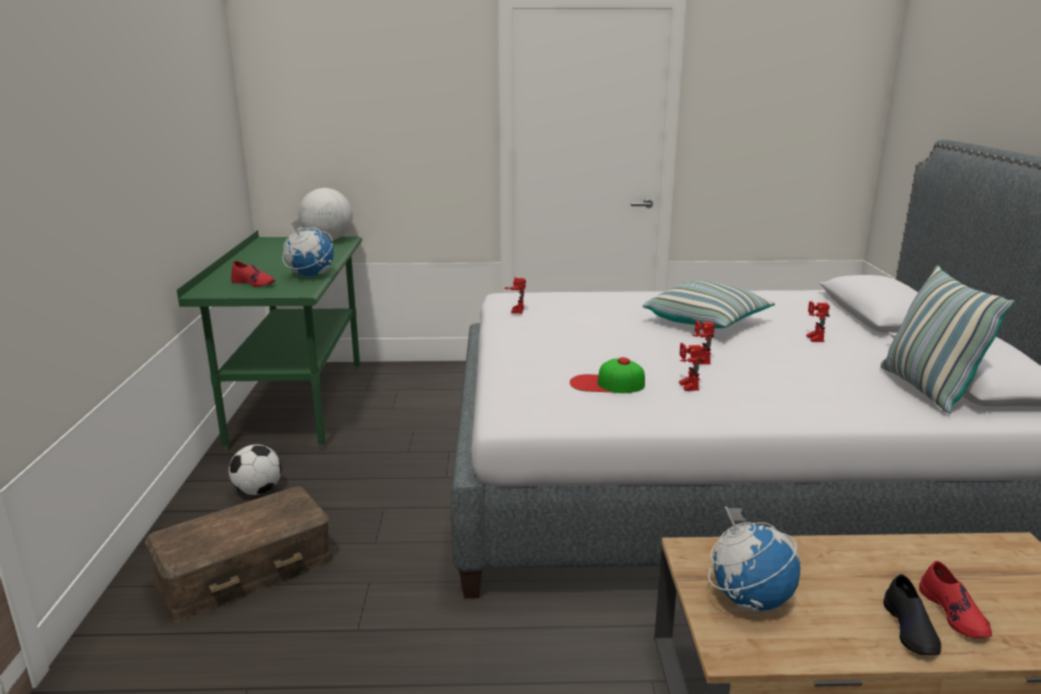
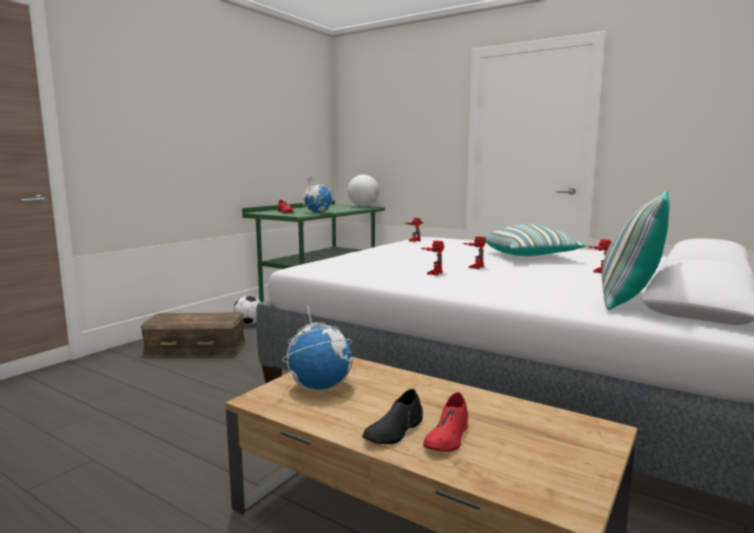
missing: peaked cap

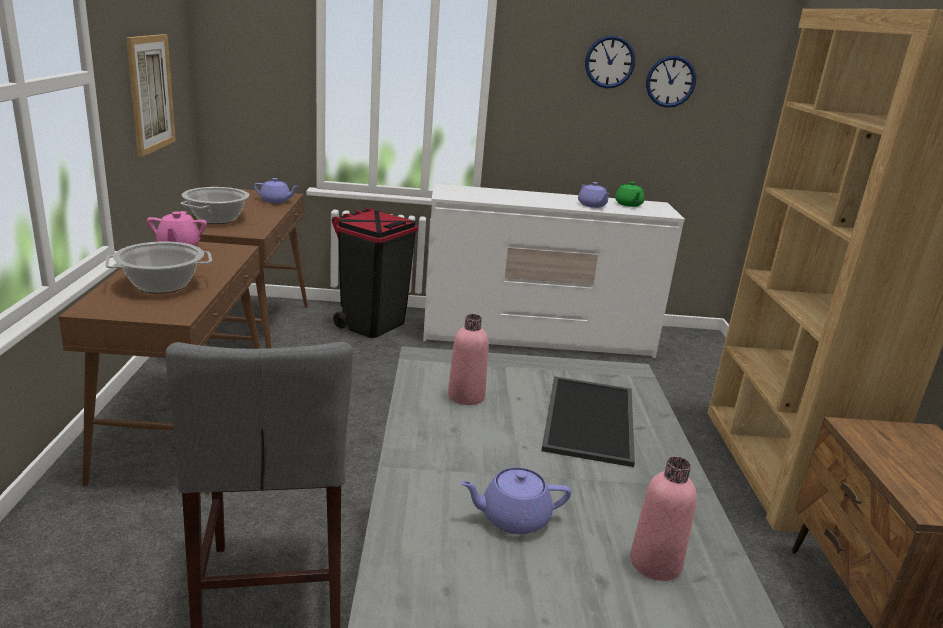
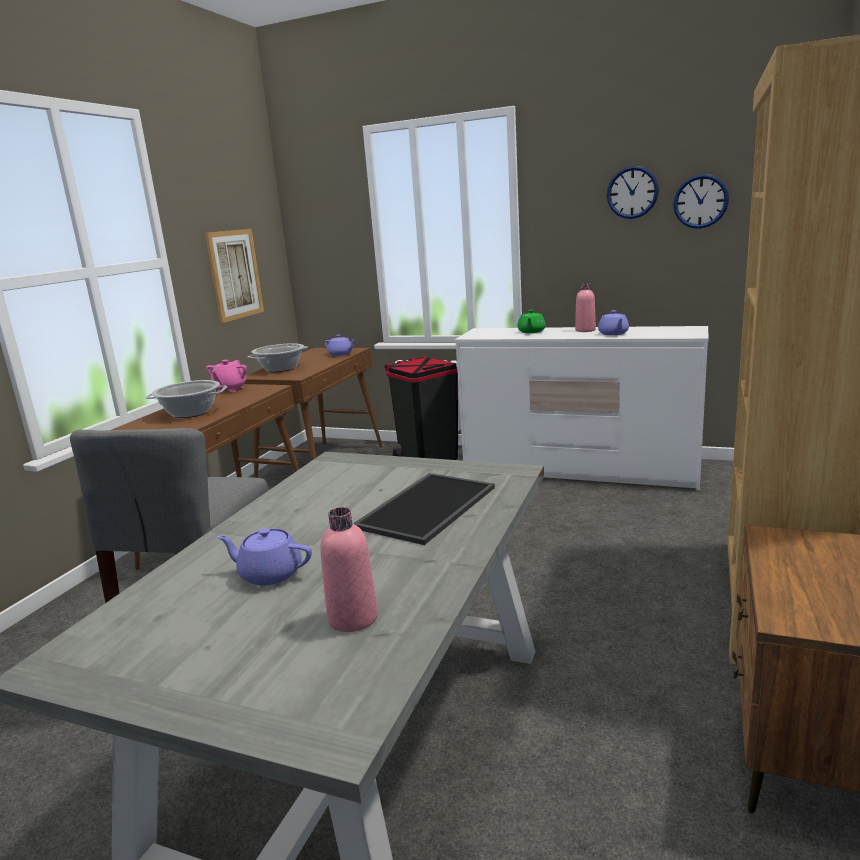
relocated: green pot for tea; pinkish bottle (no. 1 from left in the first image) to pinkish bottle (no. 2 from left)

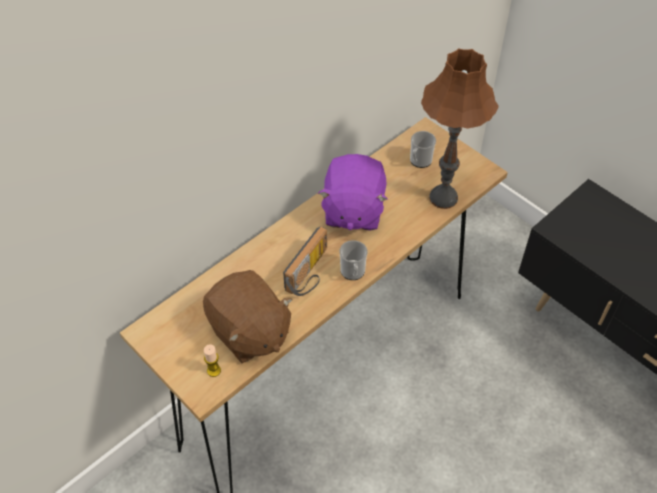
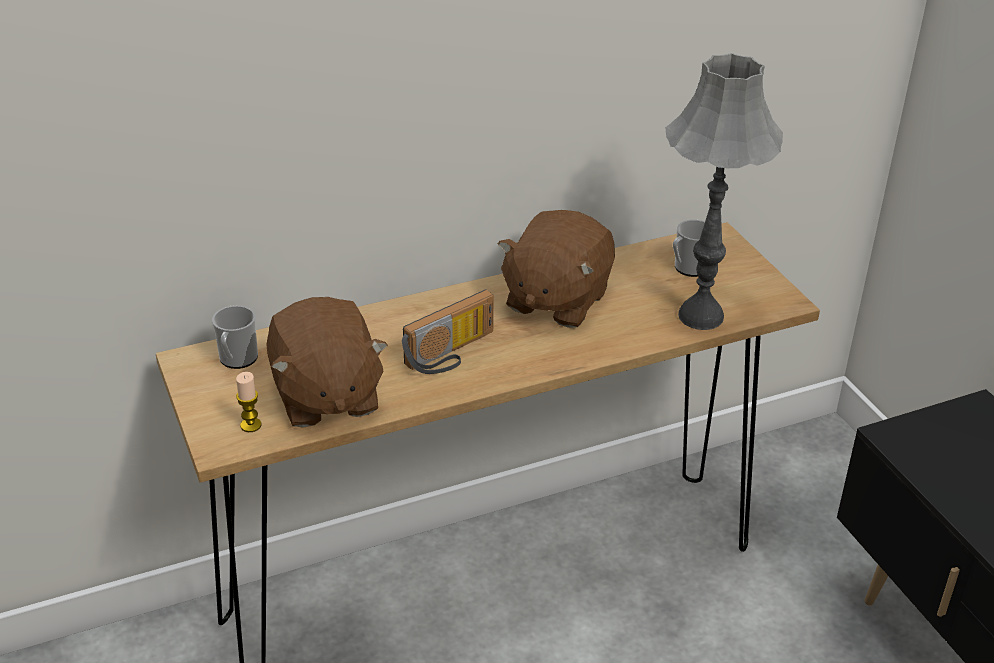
relocated: mug (no. 1 from left)
colour: brown tabletop lamp to grey tabletop lamp; purple soft toy to brown soft toy (no. 2 from left)

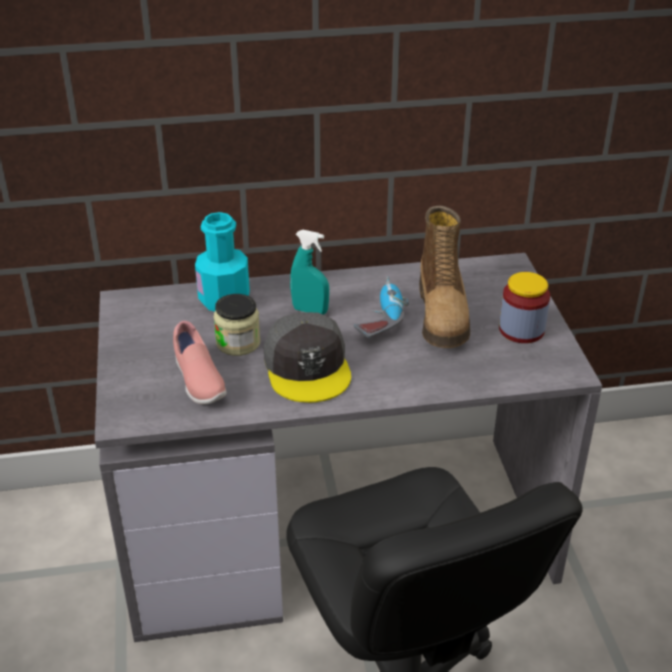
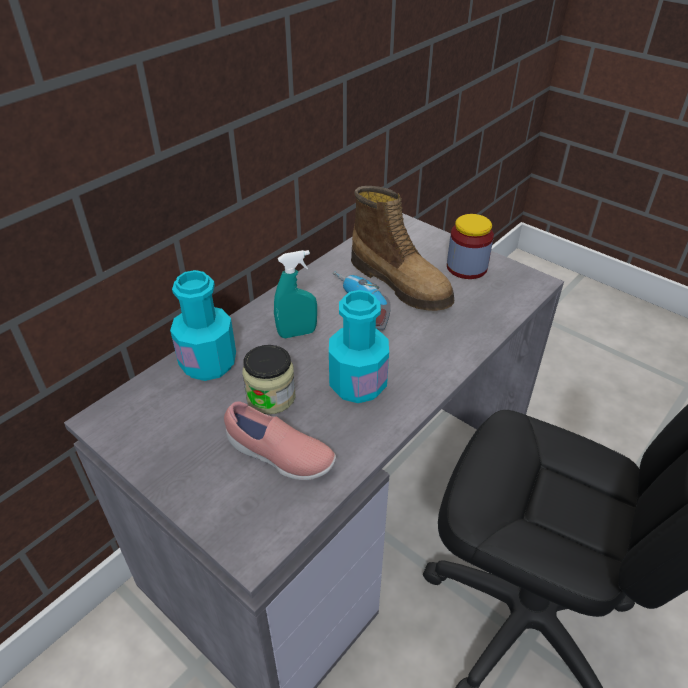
exchanged: grey peaked cap to turquoise bottle (no. 2 from left)

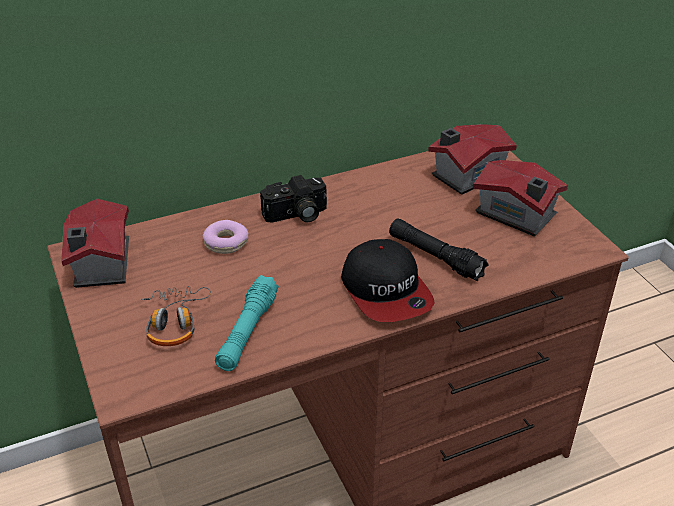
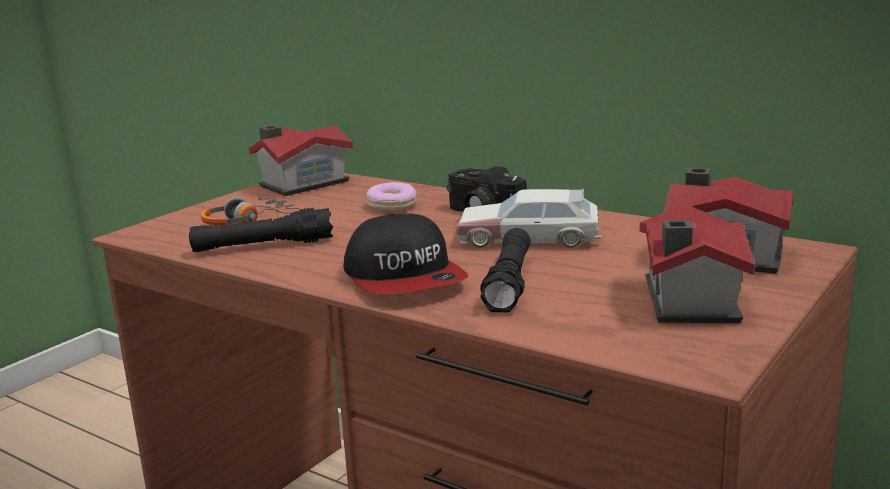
appeared: toy car
colour: turquoise hand torch to blackish hand torch (no. 1 from left)
spun: peaked cap 60 degrees counterclockwise

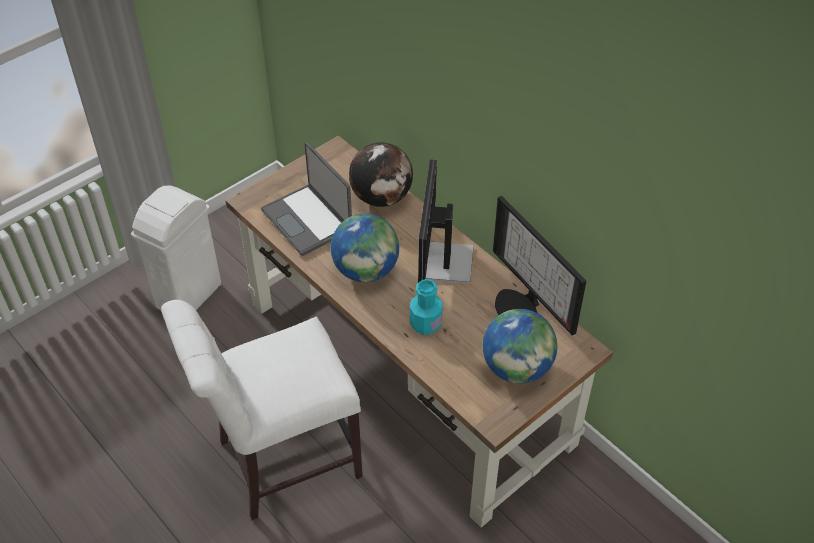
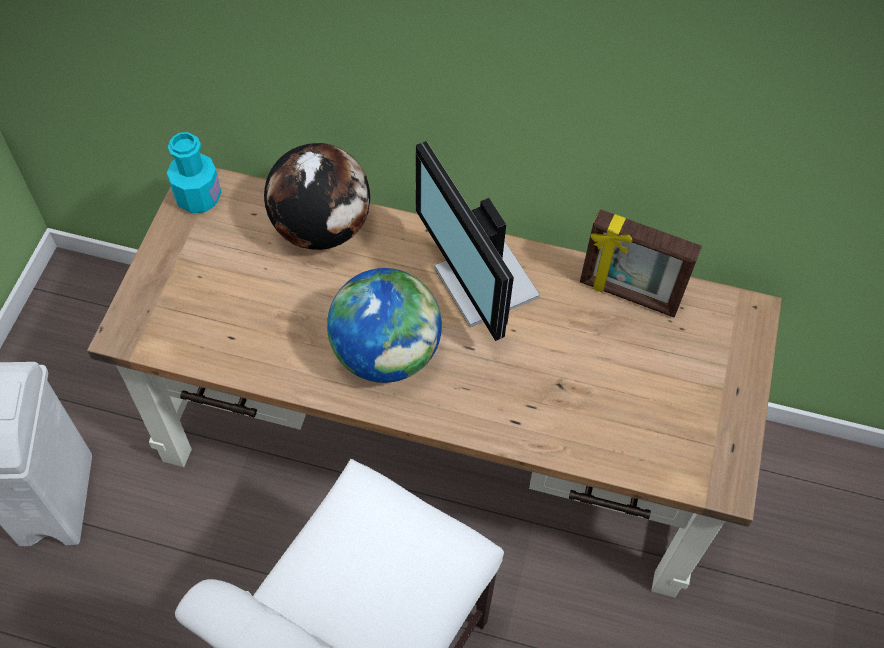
missing: portable computer; world globe (no. 3 from left)
relocated: turquoise bottle
exchanged: monitor (no. 2 from left) to photo frame

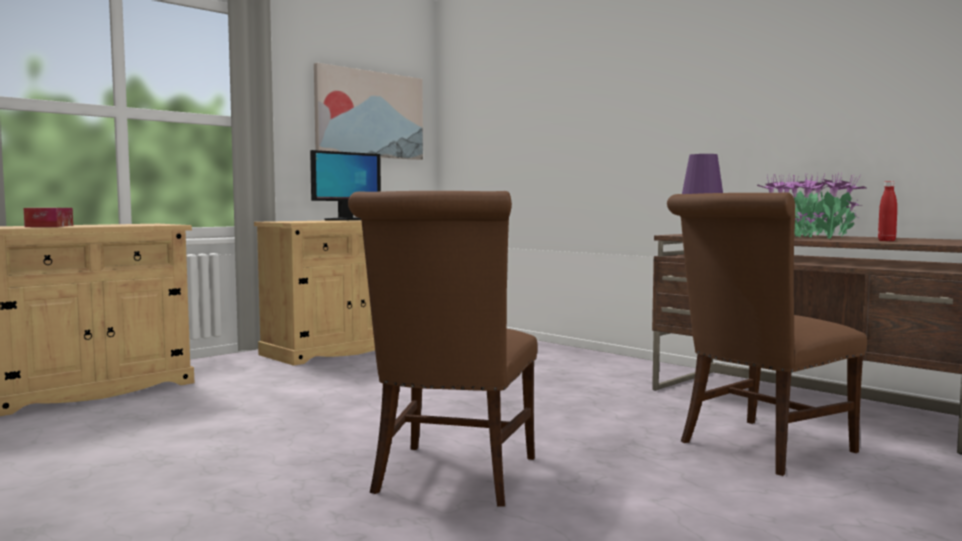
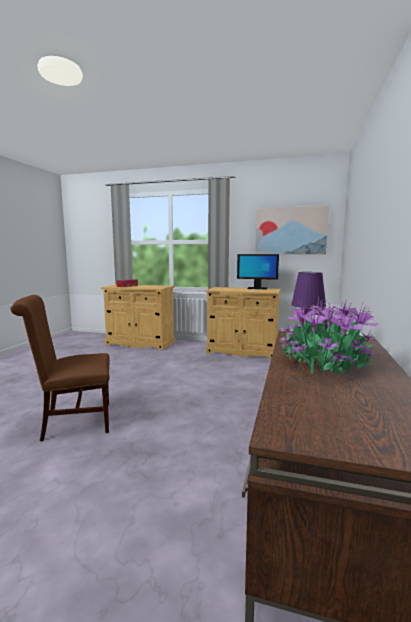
missing: red-coloured bottle; brown upright chair (no. 2 from left)

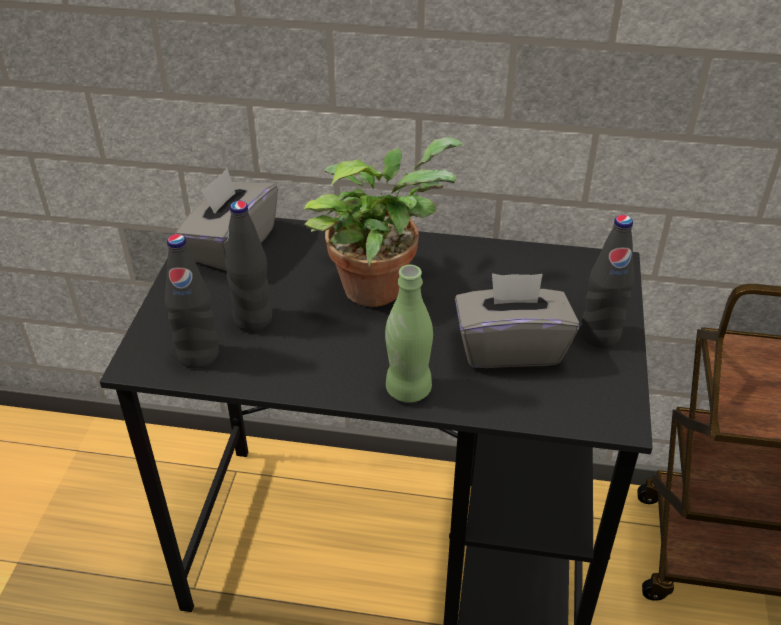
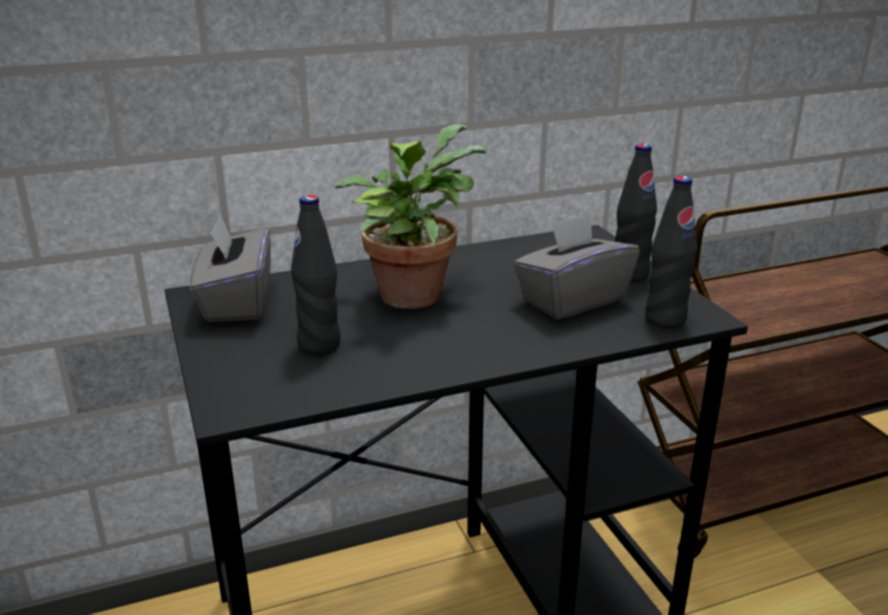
missing: green bottle
relocated: blackish bottle (no. 1 from left in the first image) to blackish bottle (no. 3 from left)

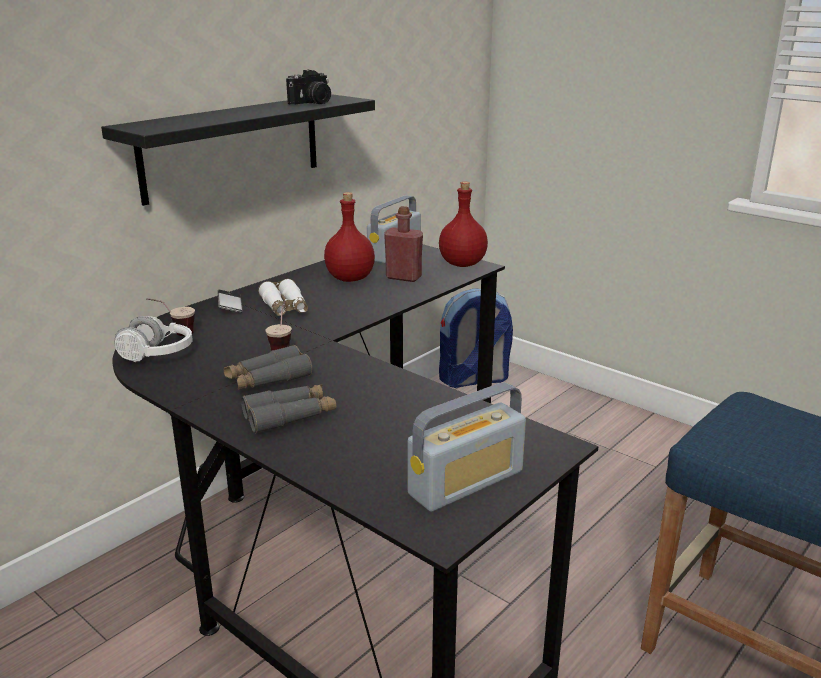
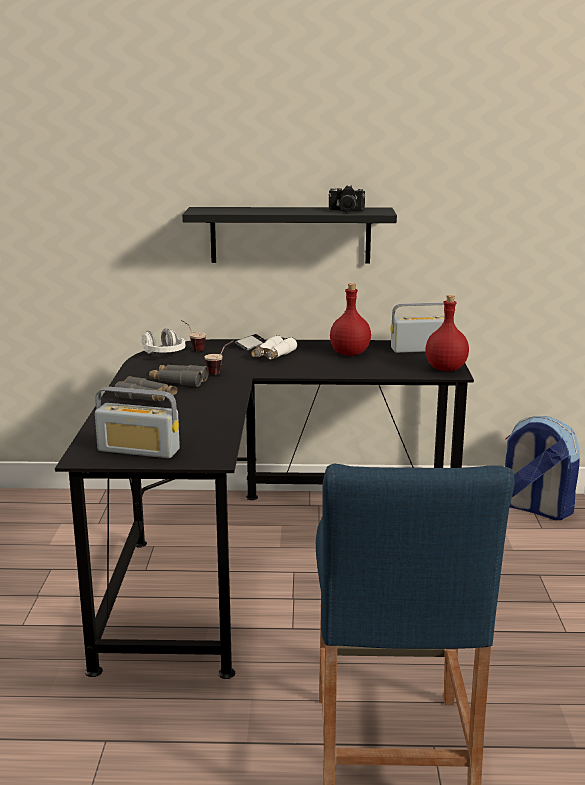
missing: red-coloured bottle (no. 2 from left)

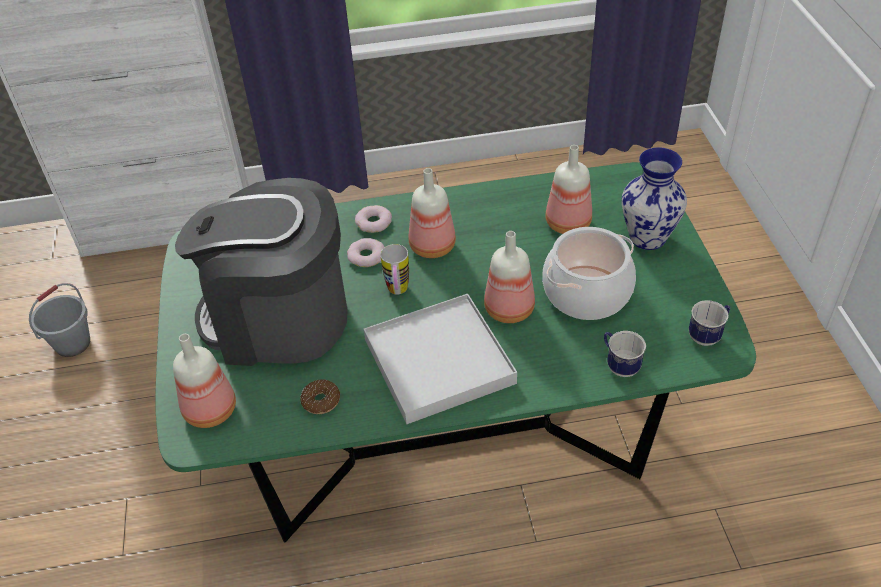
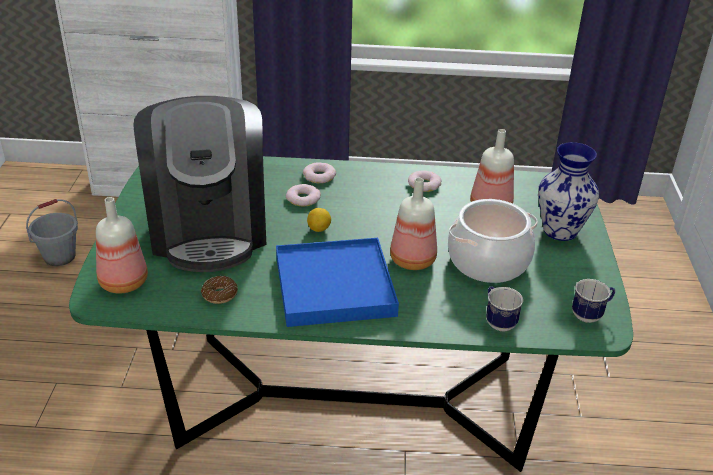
missing: bottle (no. 2 from left)
appeared: ring doughnut (no. 4 from left)
exchanged: mug (no. 1 from left) to whole lemon
colour: whitish carrying tray to bluish carrying tray
spun: coffee machine 120 degrees counterclockwise

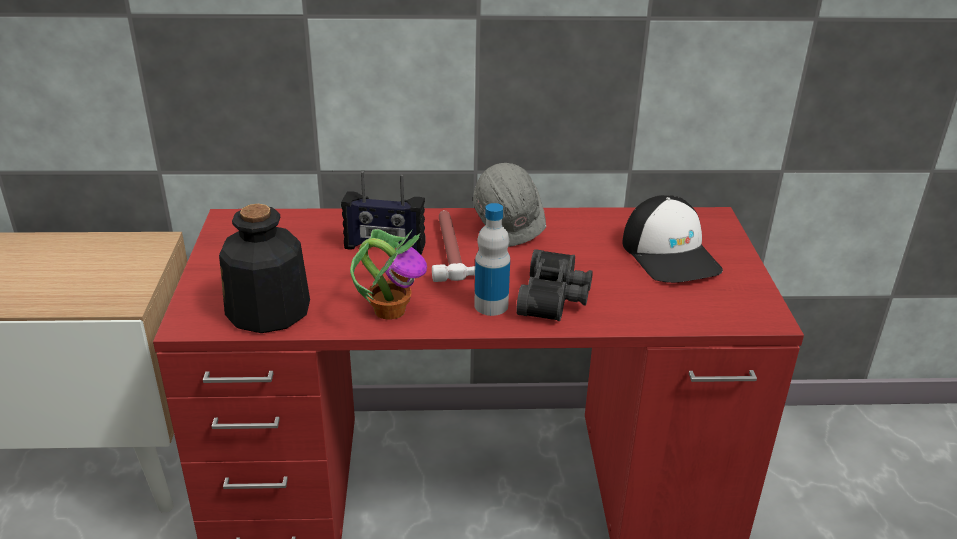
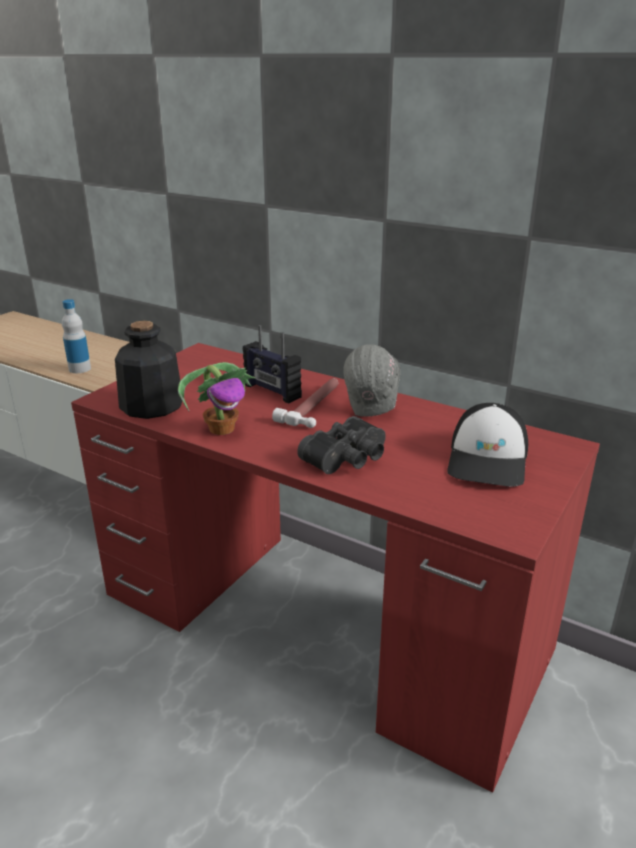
relocated: bottle (no. 2 from left in the first image) to bottle (no. 1 from left)

